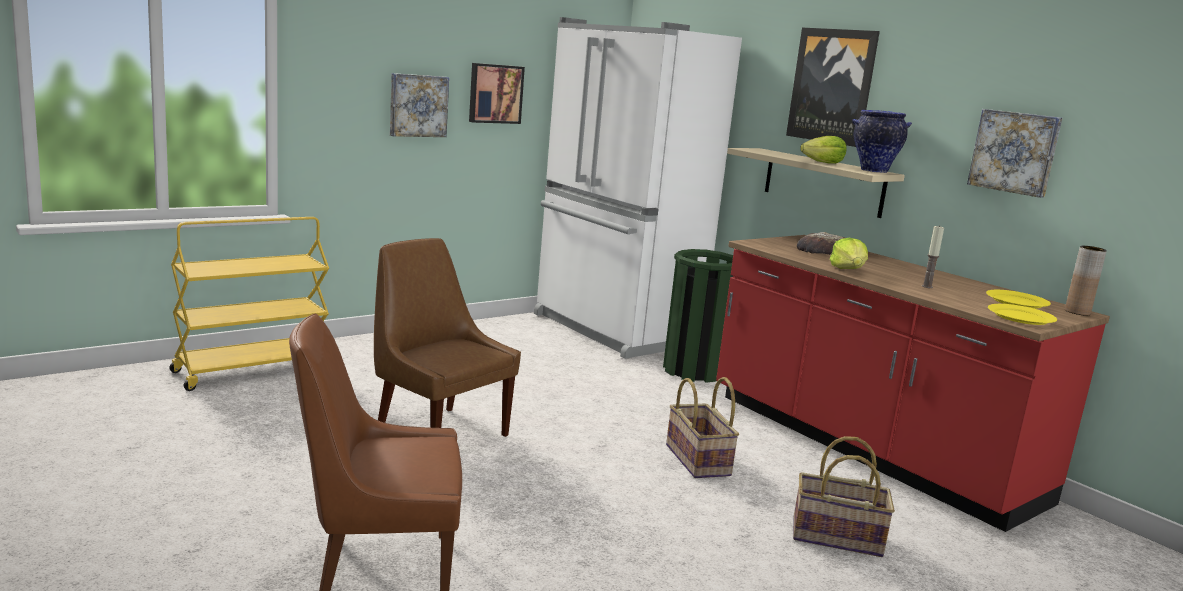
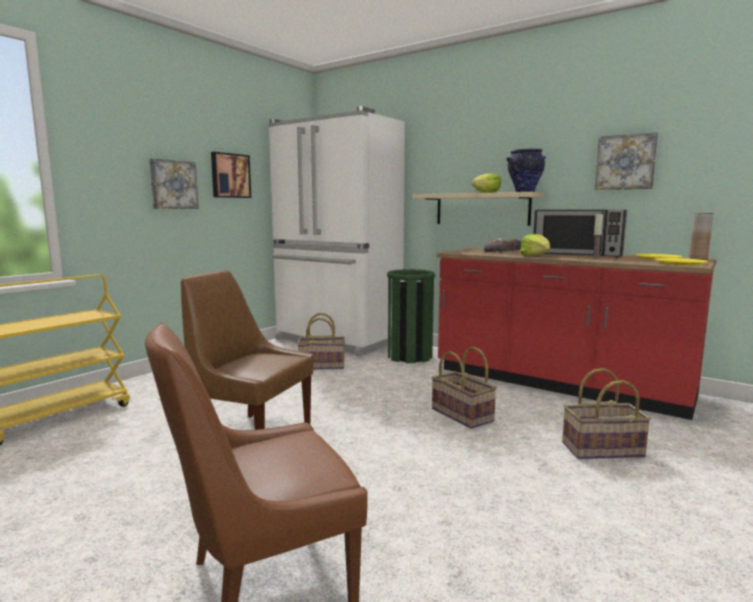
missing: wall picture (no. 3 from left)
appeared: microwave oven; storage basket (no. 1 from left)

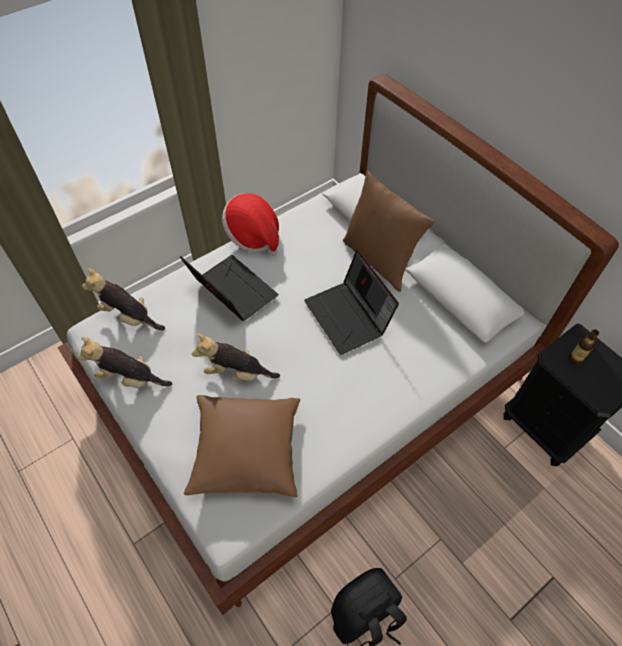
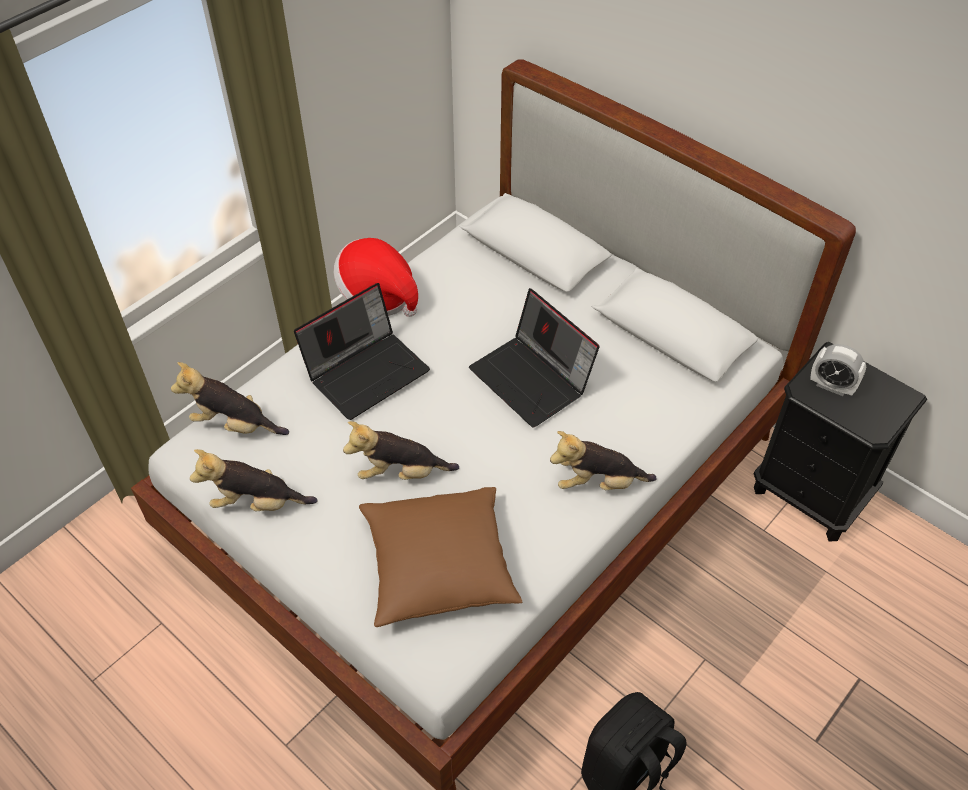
missing: brown pillow (no. 2 from left)
appeared: soft toy (no. 4 from left)
exchanged: bottle to table clock
spun: portable computer (no. 1 from left) 105 degrees clockwise

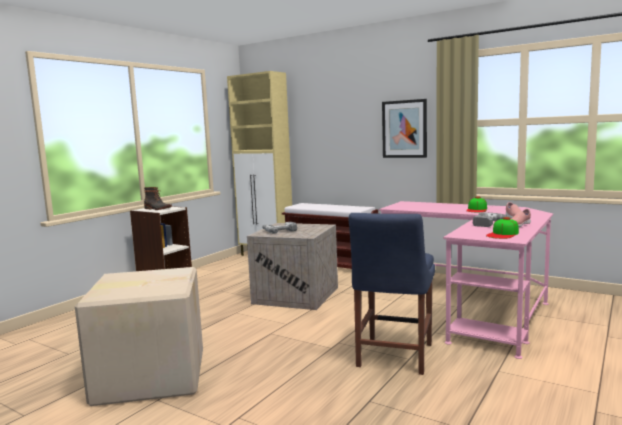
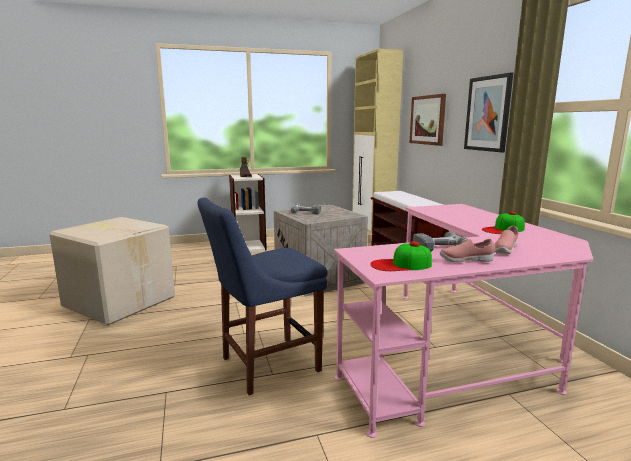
appeared: wall picture (no. 1 from left)

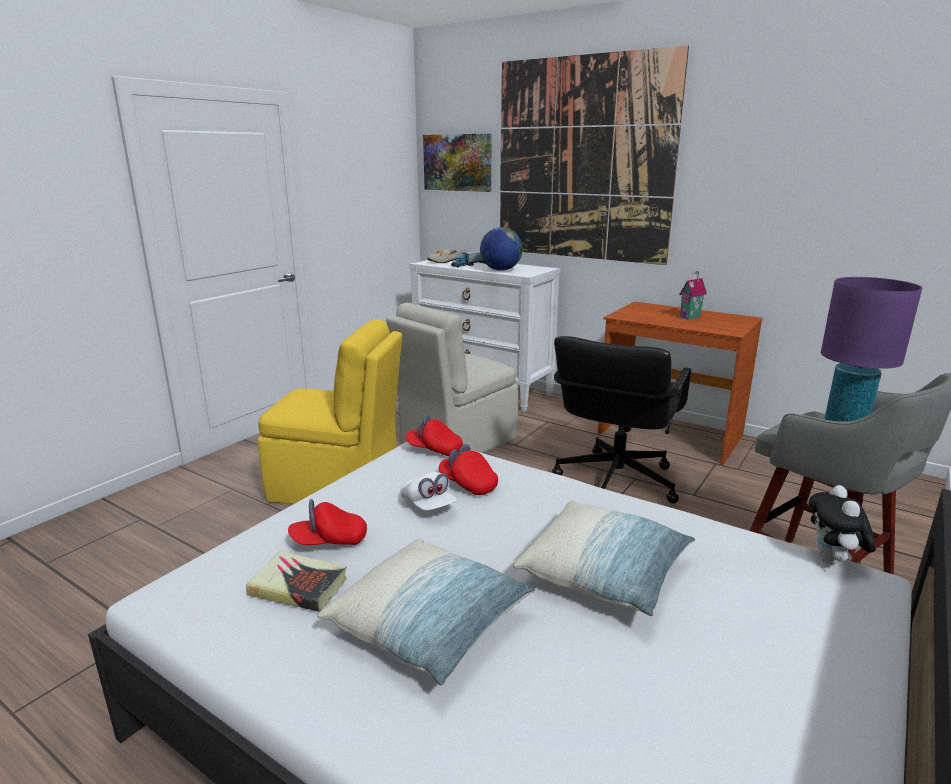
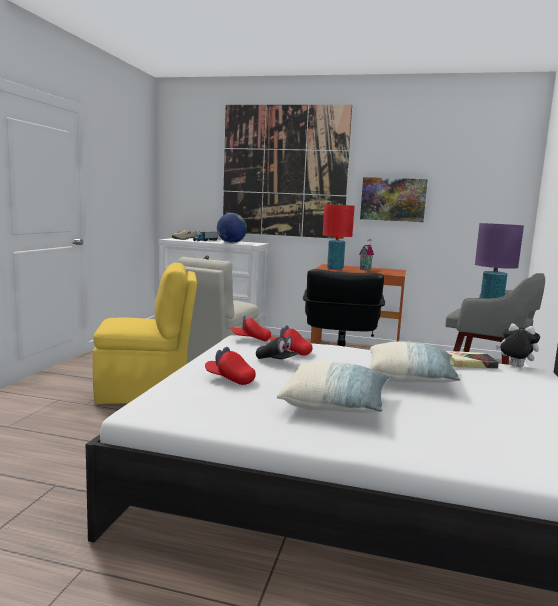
appeared: red-coloured tabletop lamp
relocated: wall picture (no. 1 from left in the first image) to wall picture (no. 2 from left); bound book
colour: whitish peaked cap to blackish peaked cap
spun: soft toy 135 degrees clockwise; red-coloured peaked cap (no. 1 from left) 60 degrees clockwise

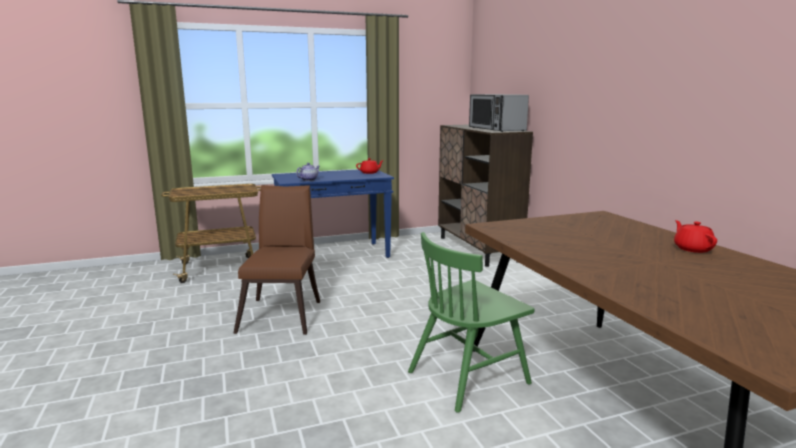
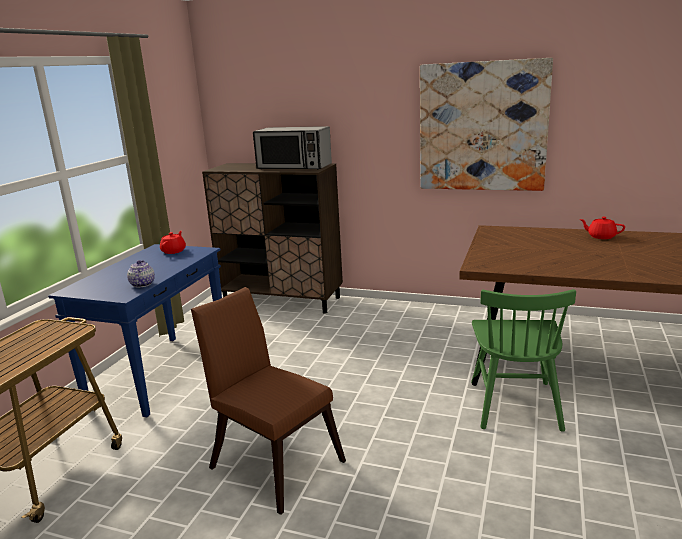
appeared: wall picture

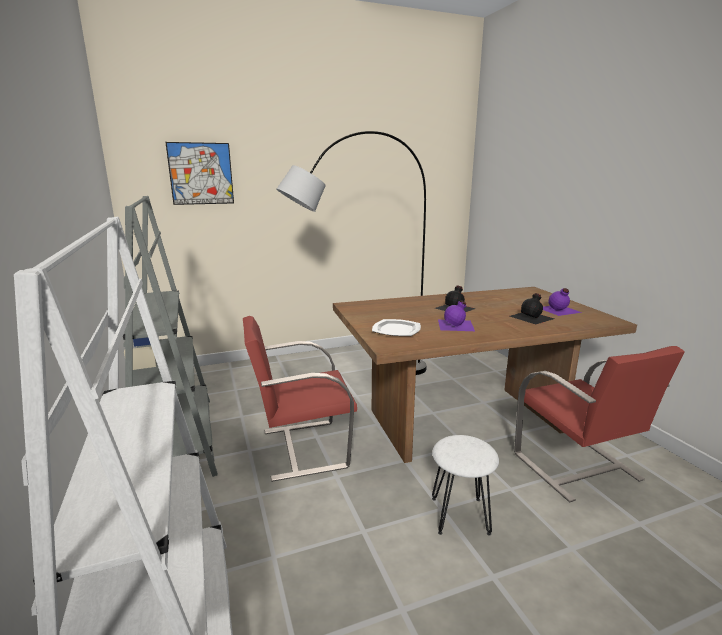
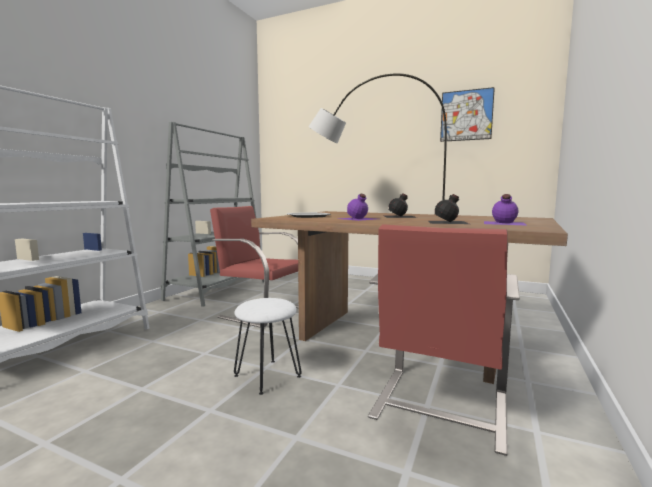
relocated: wall picture

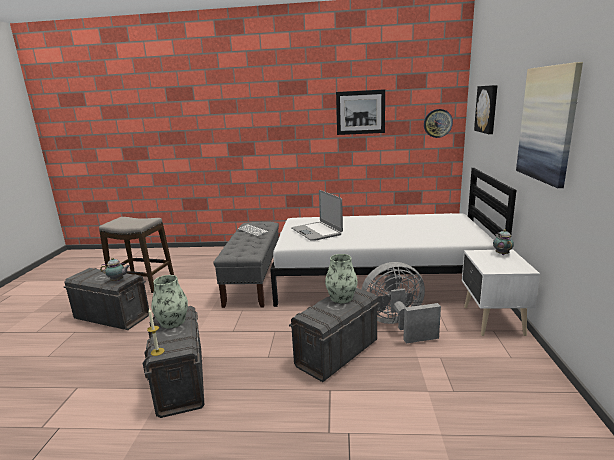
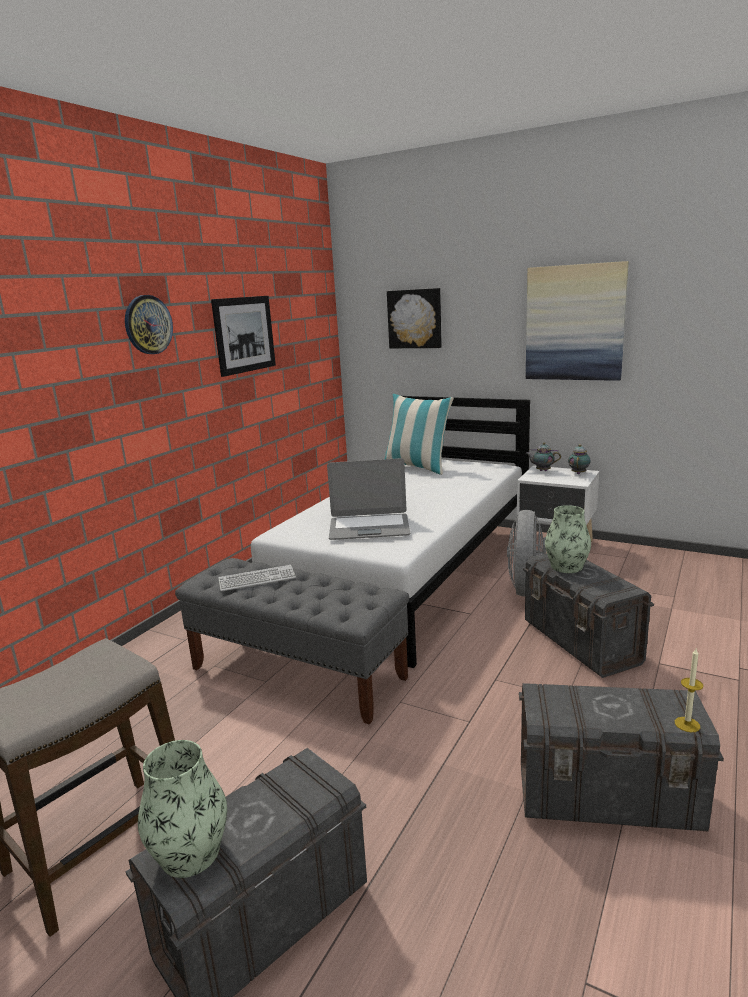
appeared: pillow
relocated: hanging clock; pot for tea (no. 1 from left in the first image) to pot for tea (no. 2 from left); decorative vase (no. 1 from left)

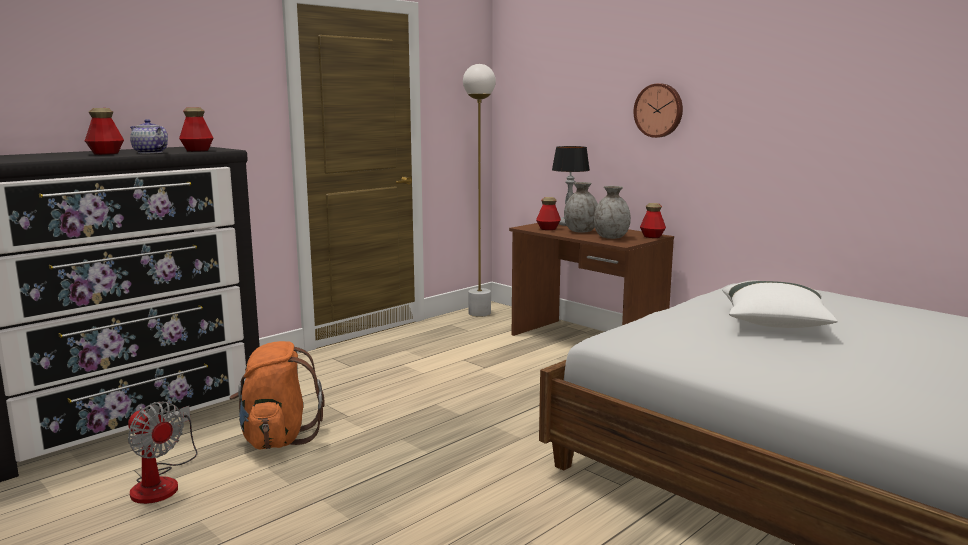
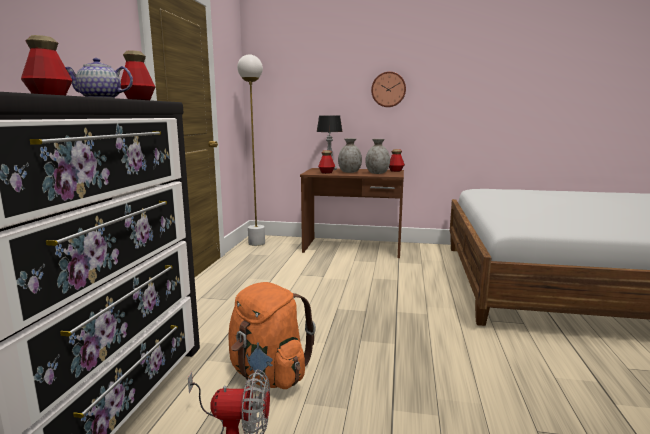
missing: whitish pillow

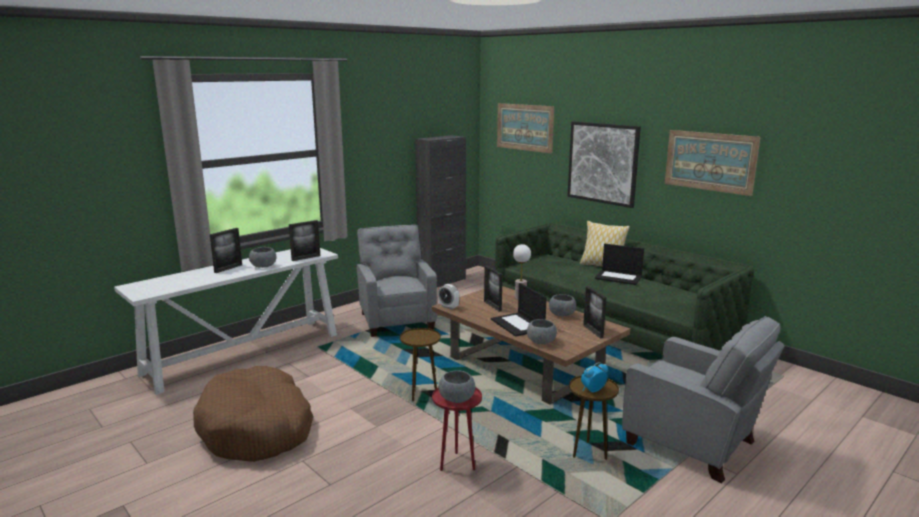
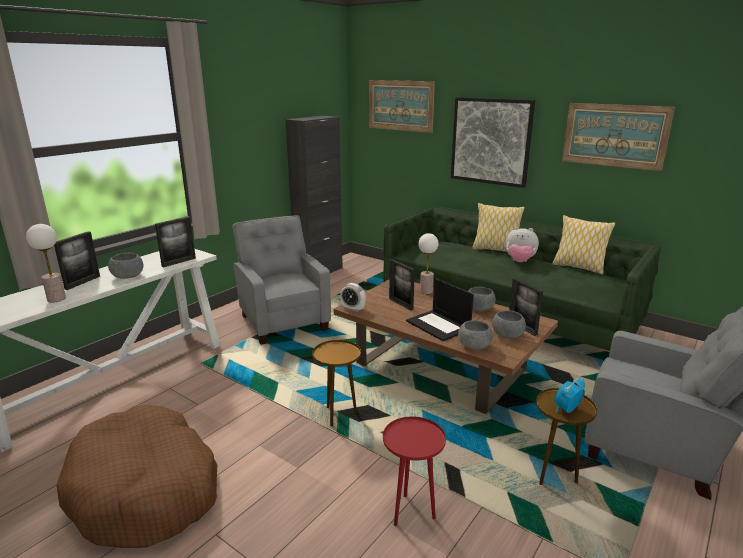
appeared: pillow (no. 2 from left); tabletop lamp (no. 1 from left)
relocated: grey bowl (no. 2 from left in the first image) to grey bowl (no. 4 from left)
exchanged: portable computer (no. 2 from left) to soft toy

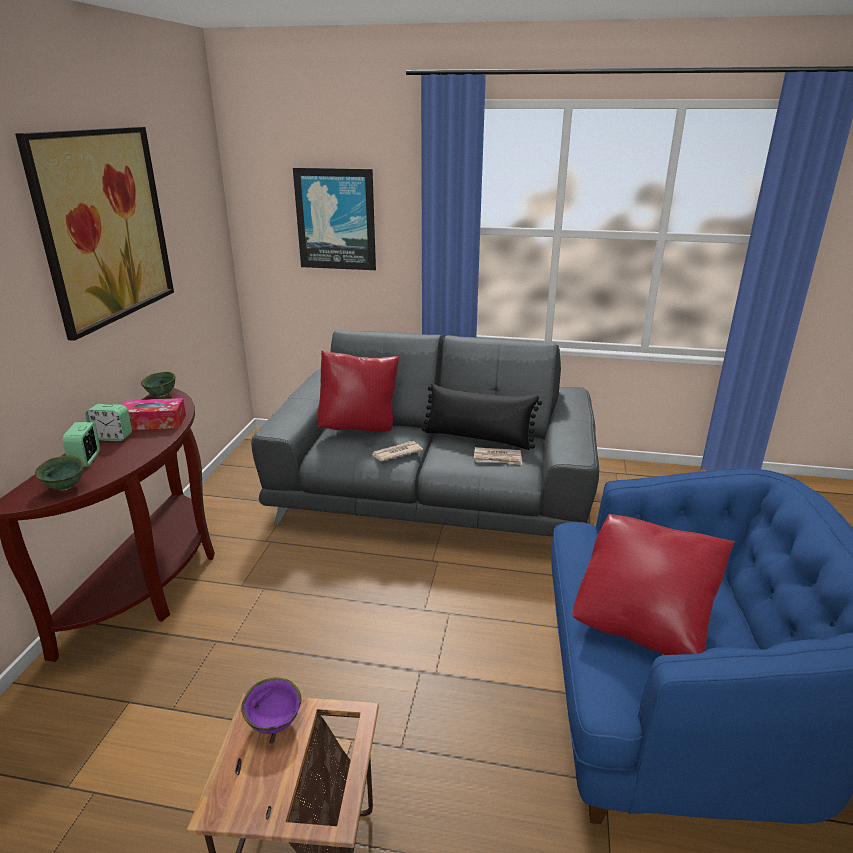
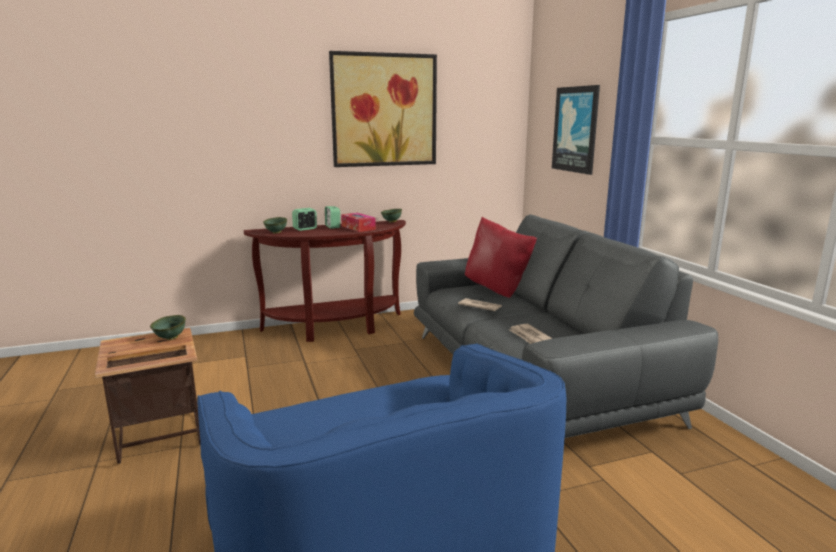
missing: blackish pillow; red-coloured pillow (no. 2 from left)
colour: purple bowl to green bowl (no. 1 from left)

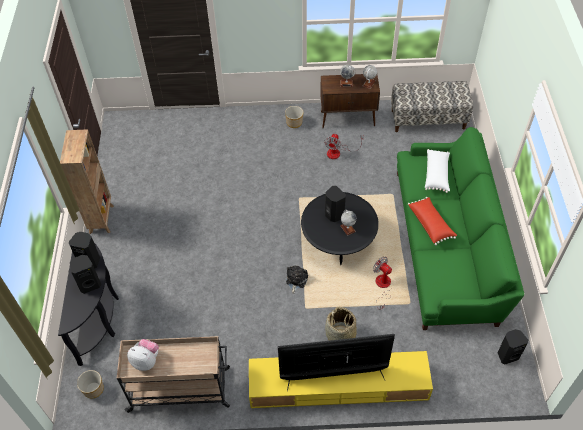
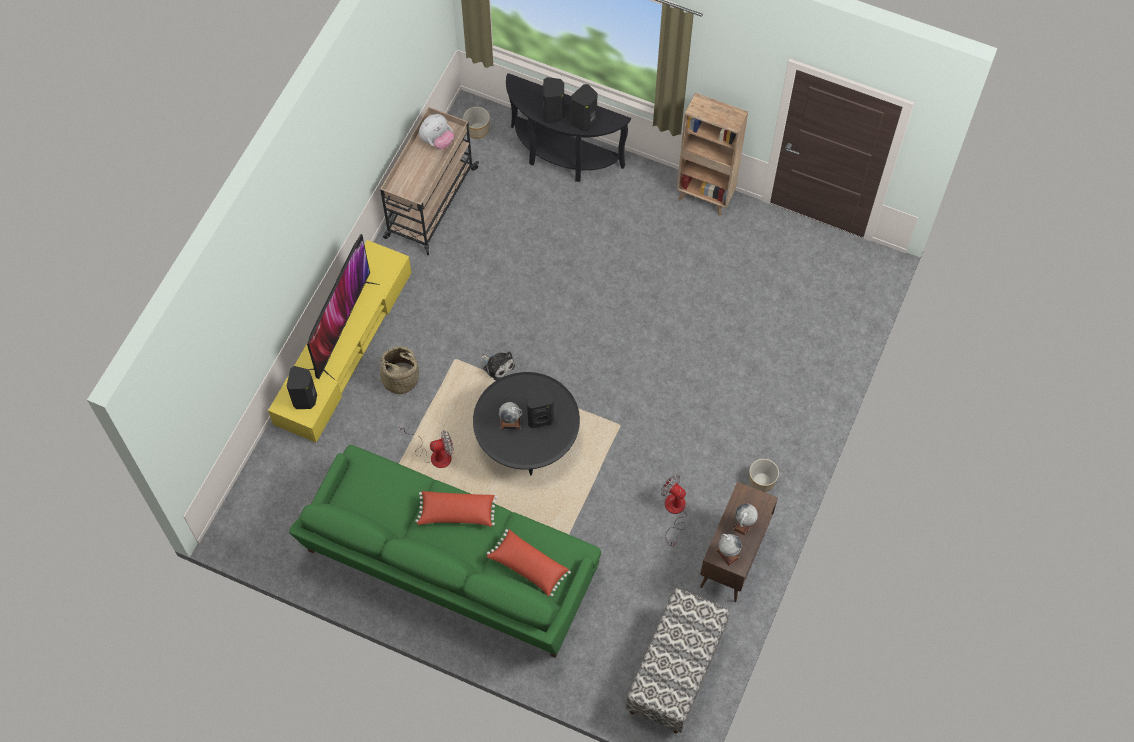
relocated: blackish speaker (no. 4 from left in the first image) to blackish speaker (no. 1 from left)
colour: whitish pillow to red-coloured pillow (no. 2 from left)

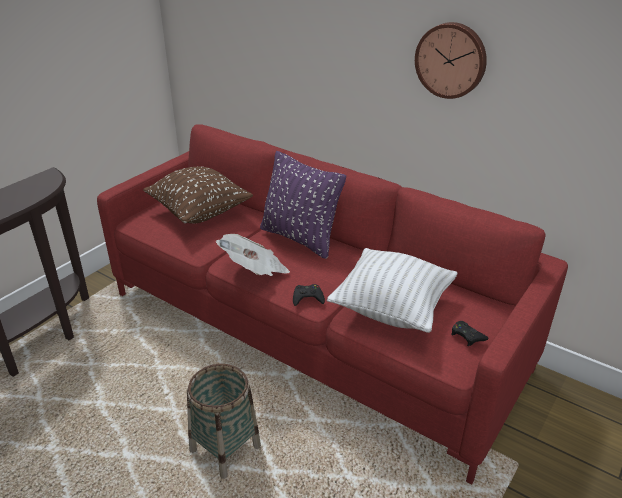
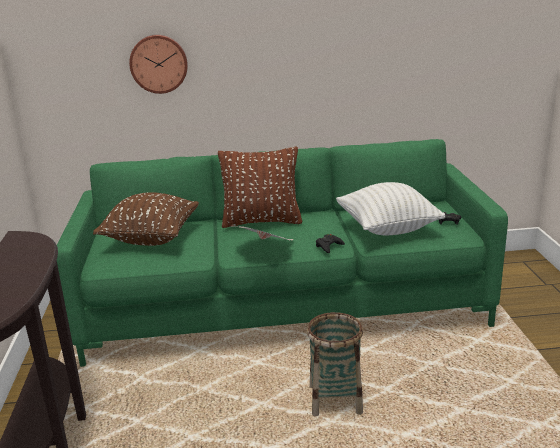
relocated: hanging clock
colour: red-coloured sofa to green sofa; purple pillow to brown pillow (no. 2 from left)

